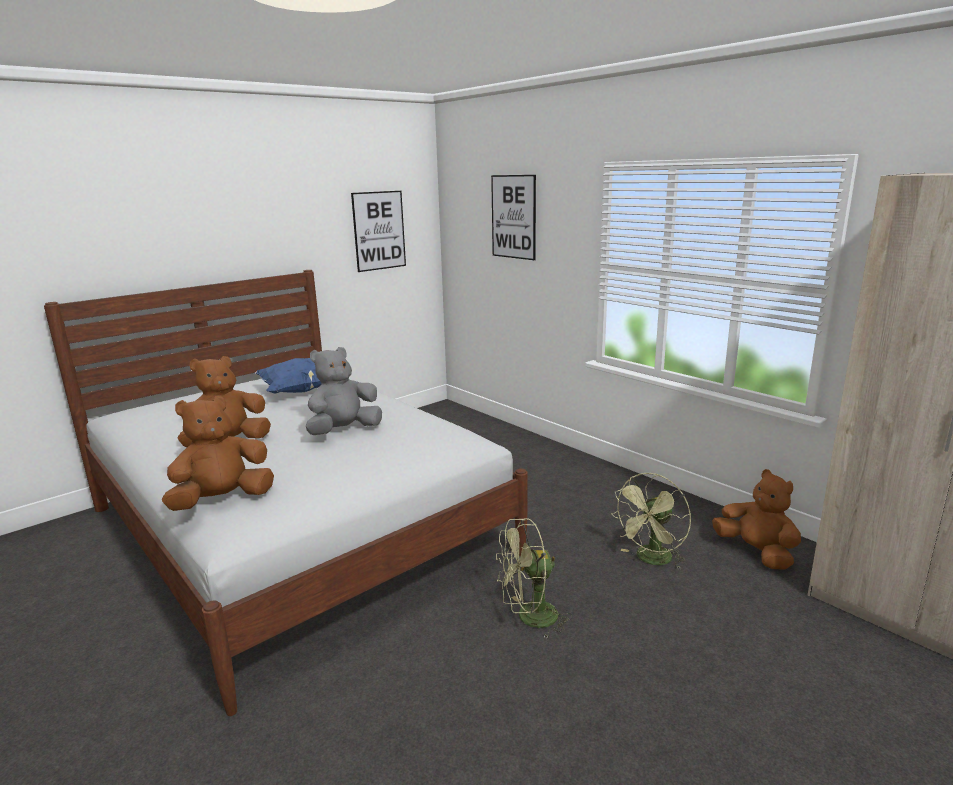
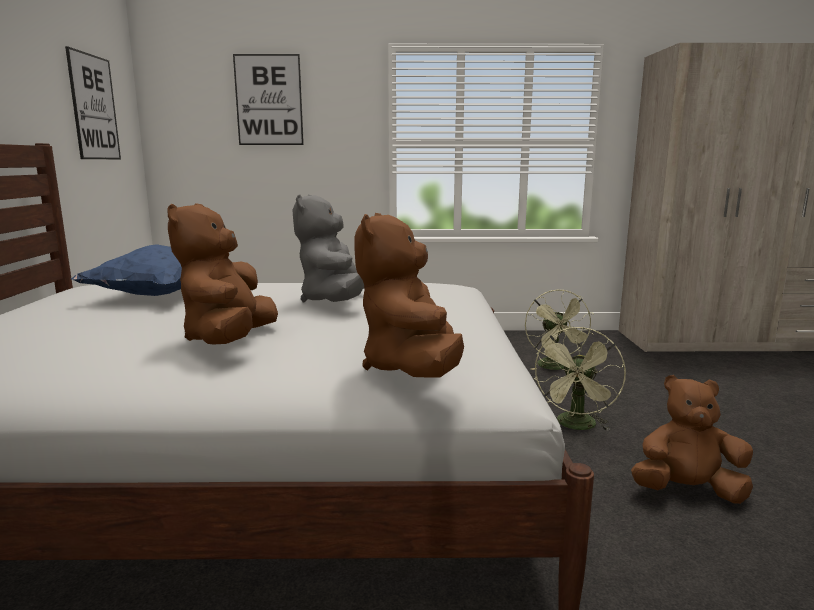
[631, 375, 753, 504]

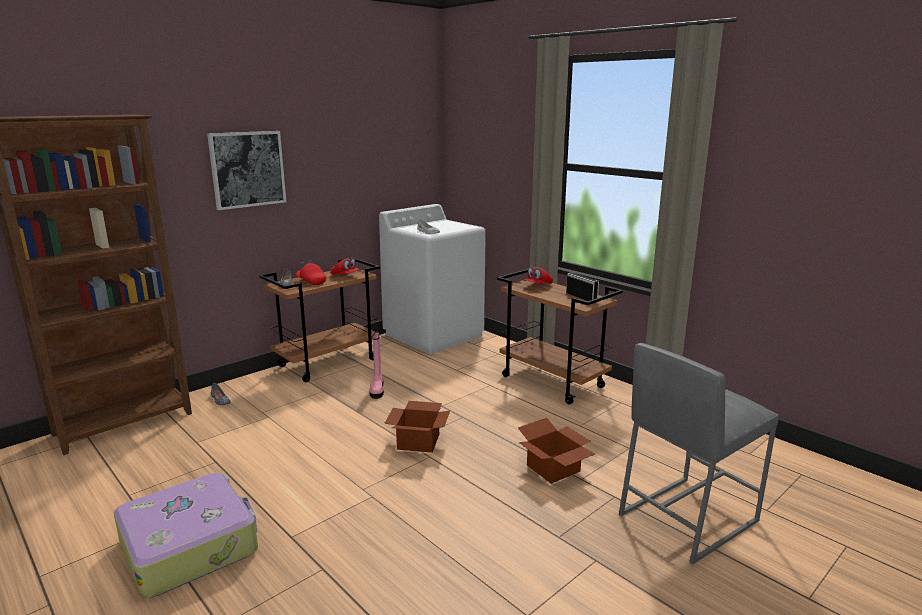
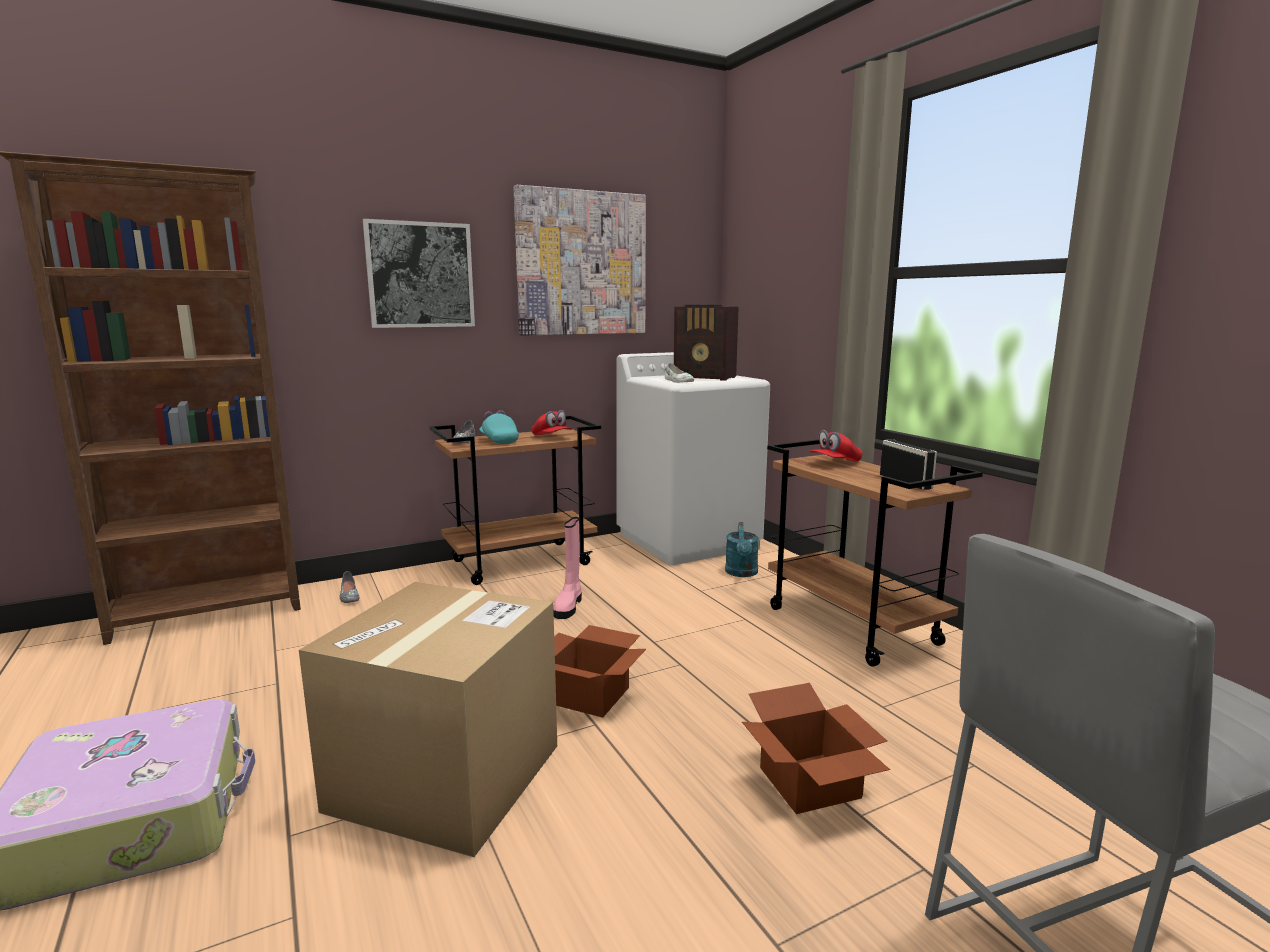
[299, 582, 557, 857]
[513, 185, 646, 336]
[674, 305, 739, 381]
[725, 522, 759, 577]
[479, 410, 519, 444]

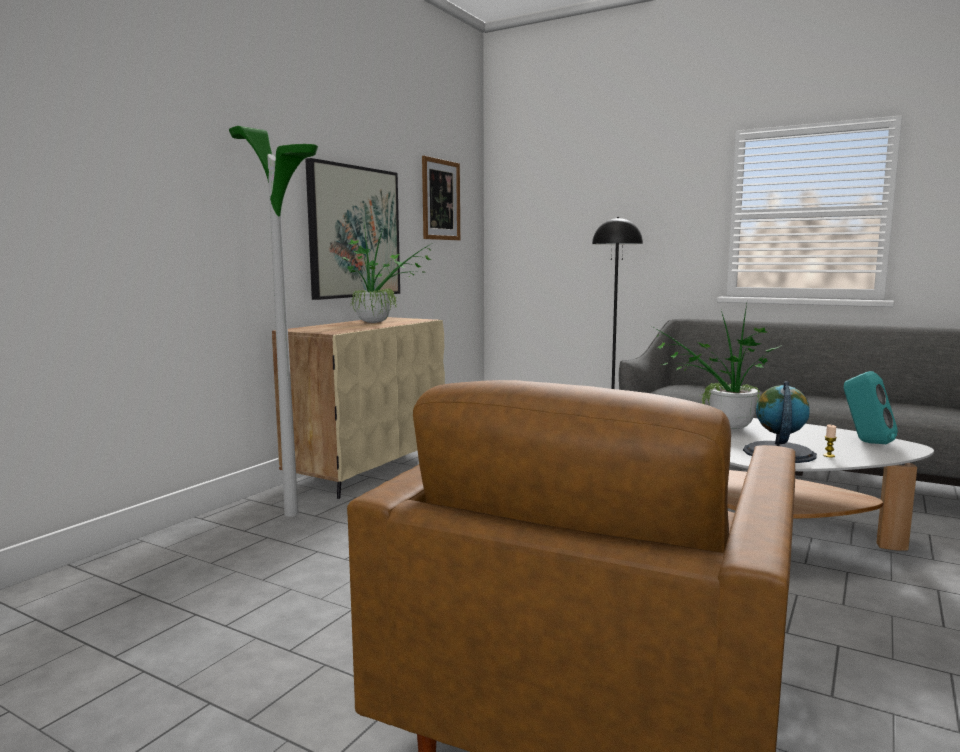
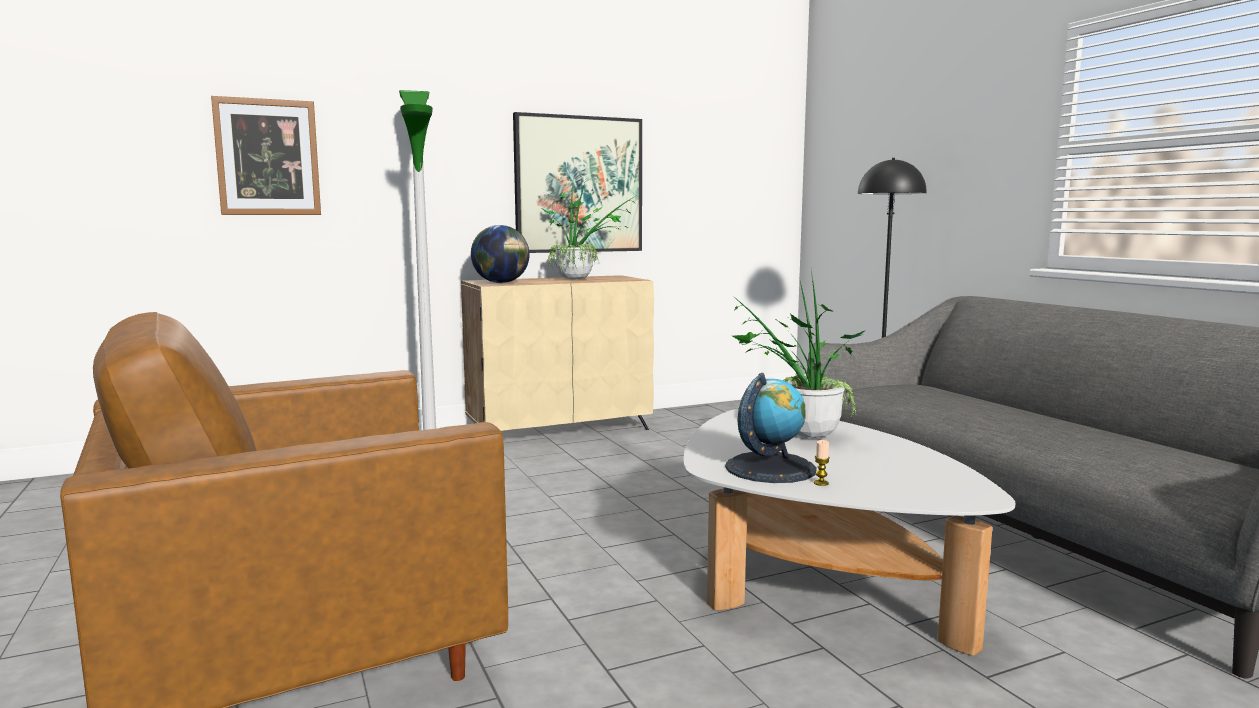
[844, 371, 898, 444] (first image)
[471, 225, 530, 283]
[211, 96, 321, 215]

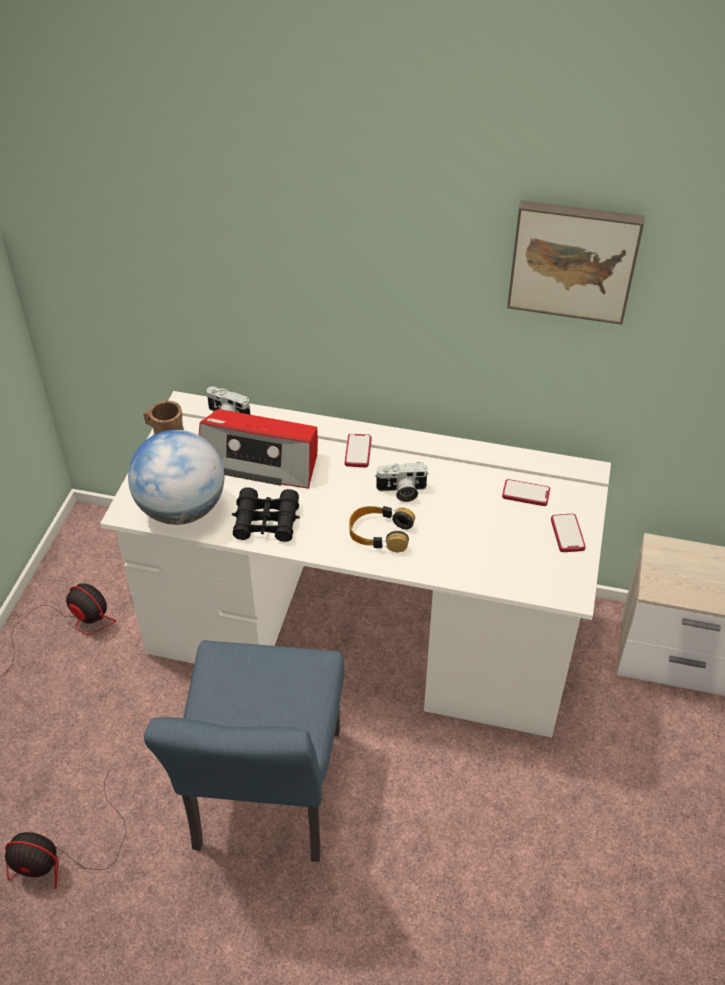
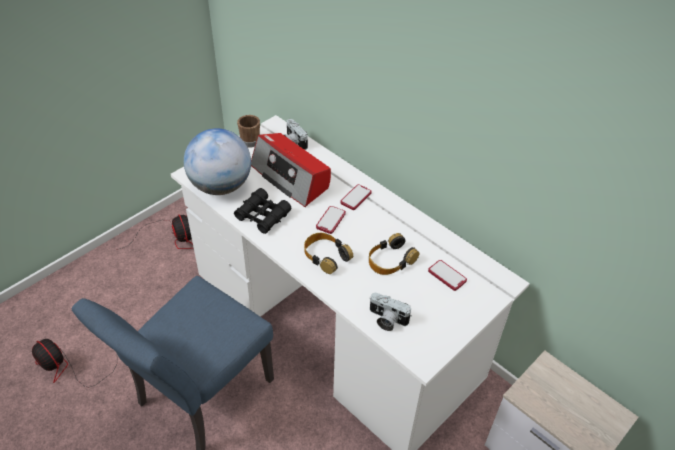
[507, 200, 645, 324] (first image)
[369, 233, 419, 275]
[370, 293, 411, 331]
[316, 206, 346, 234]

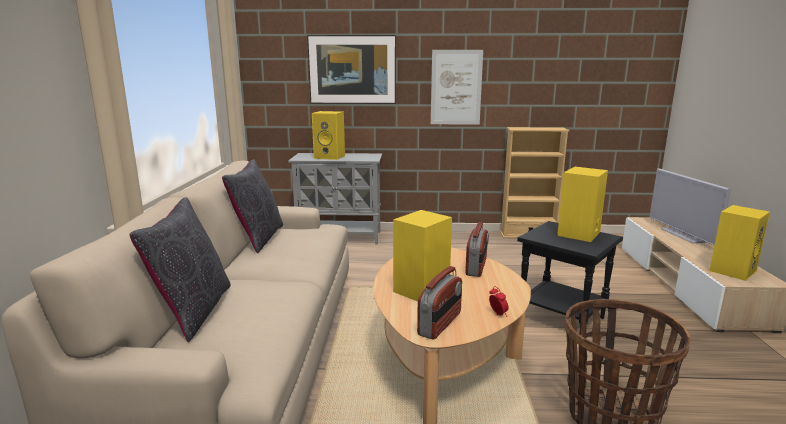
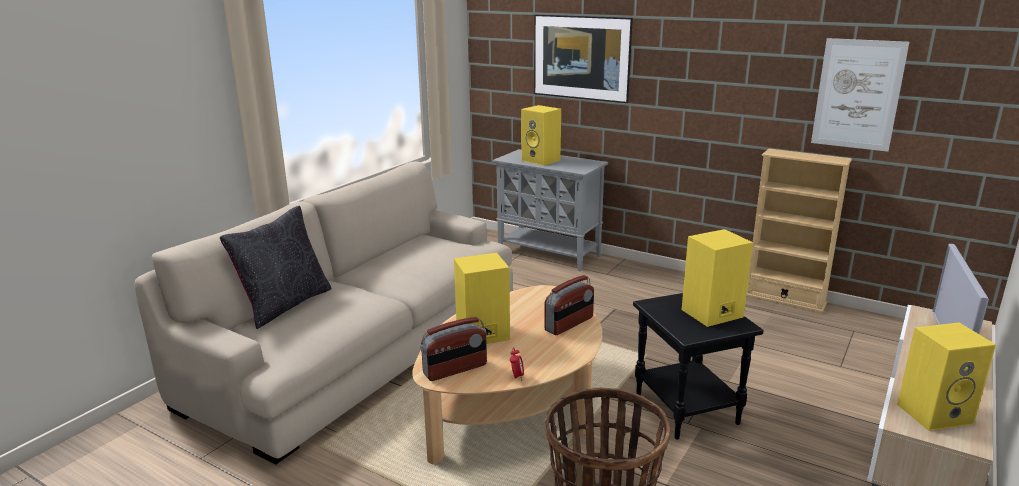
[222, 159, 283, 253] (first image)
[811, 38, 909, 152]

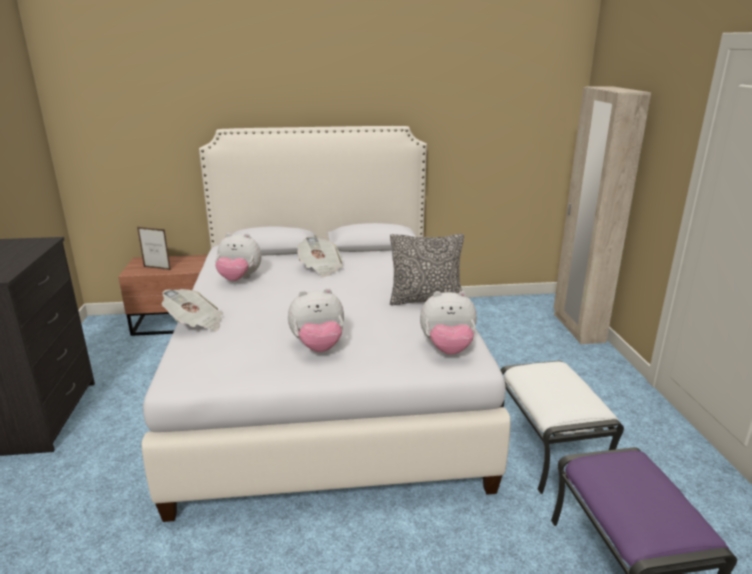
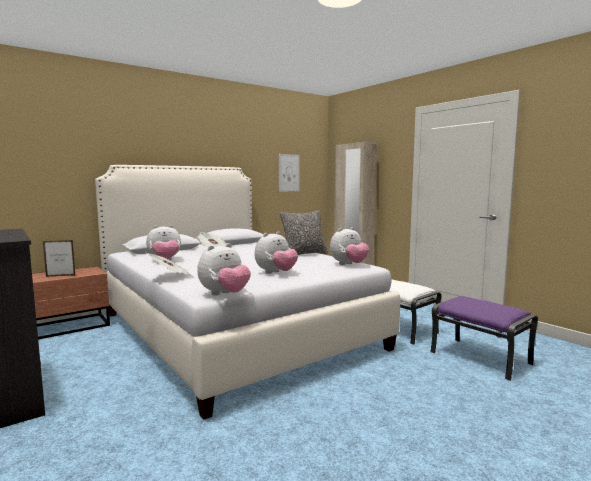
[197, 243, 251, 295]
[279, 154, 300, 192]

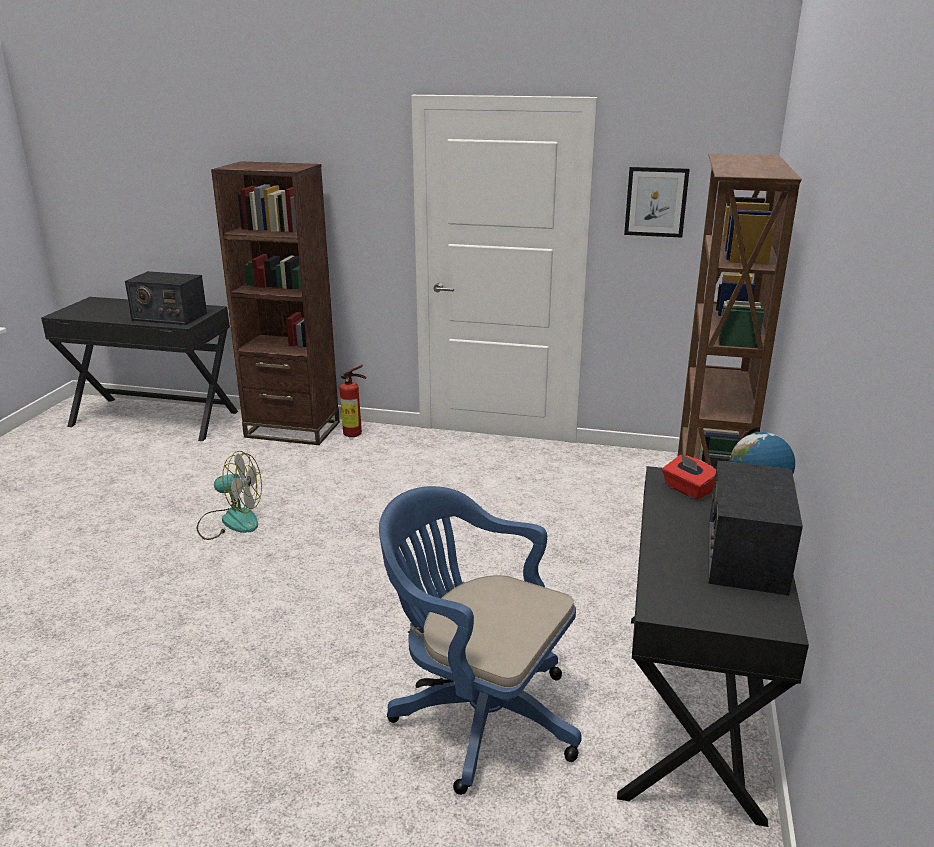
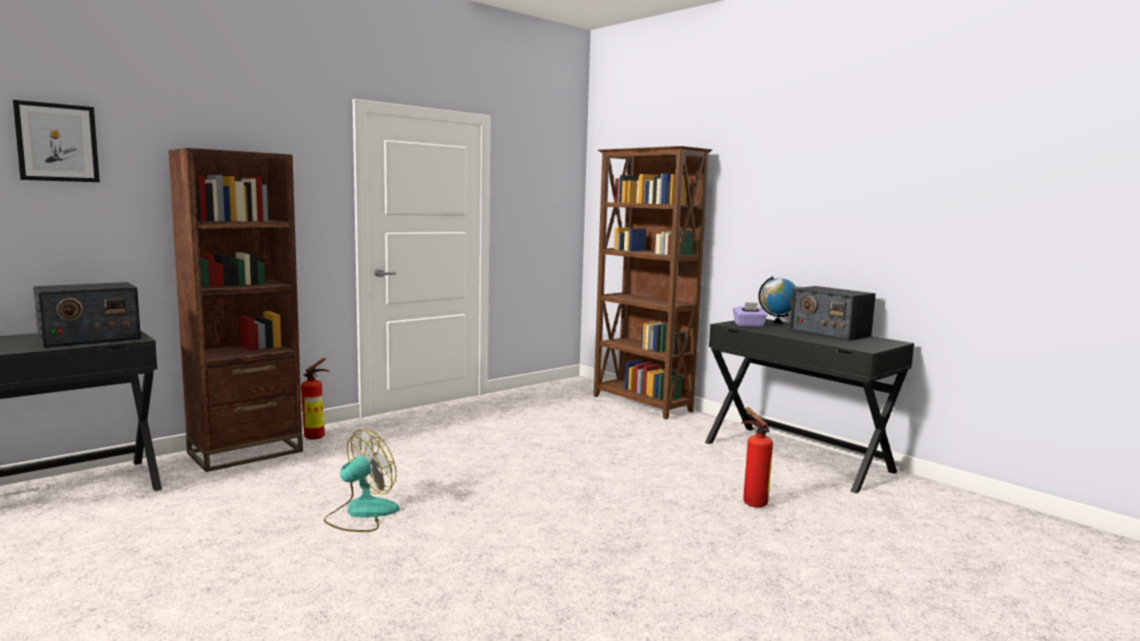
[13, 100, 100, 182]
[741, 407, 773, 507]
[733, 302, 767, 327]

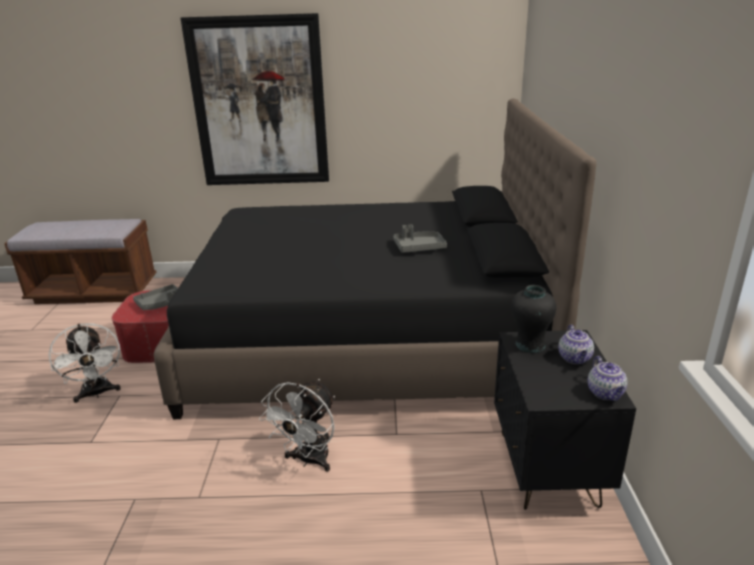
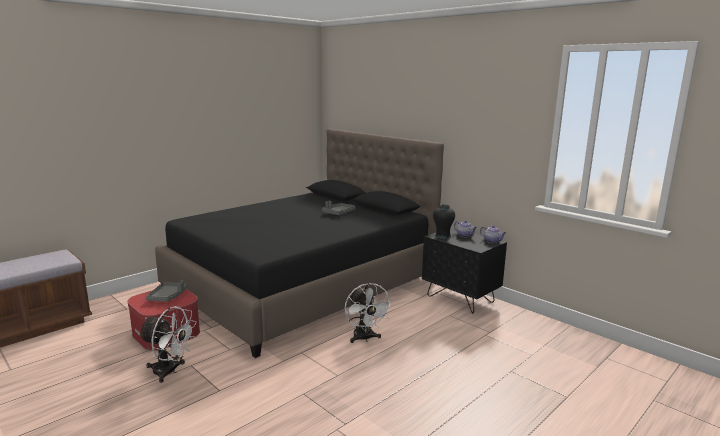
[180, 13, 329, 185] (first image)

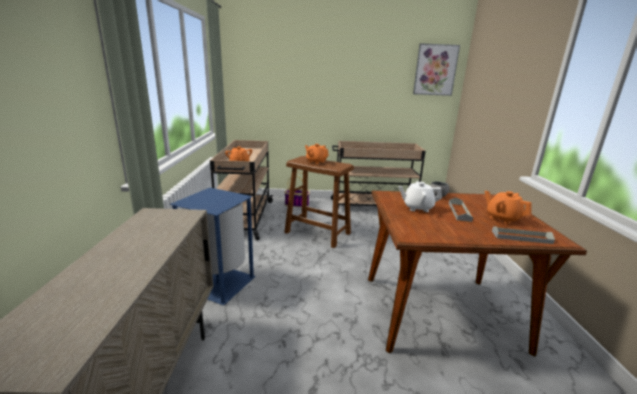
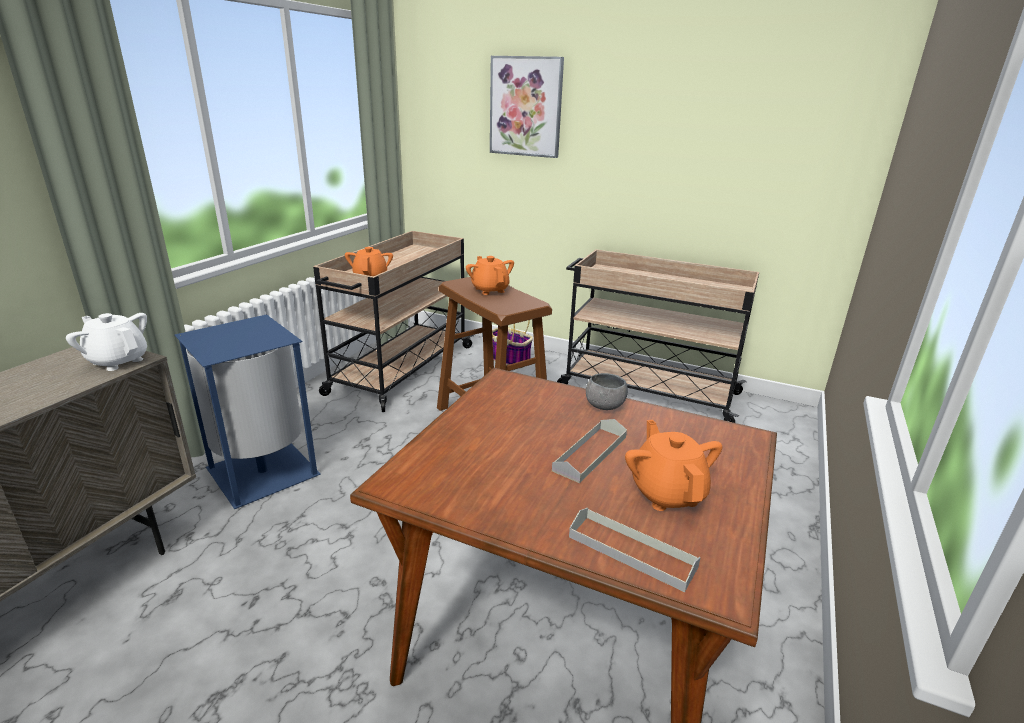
[66, 313, 147, 371]
[490, 56, 564, 158]

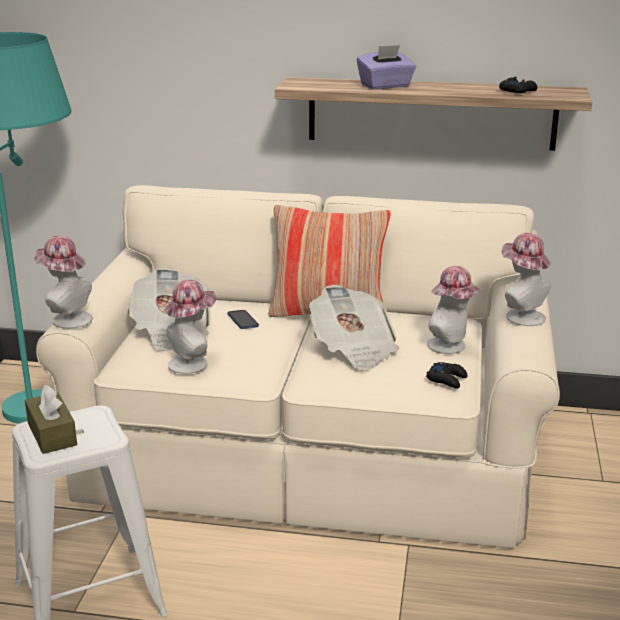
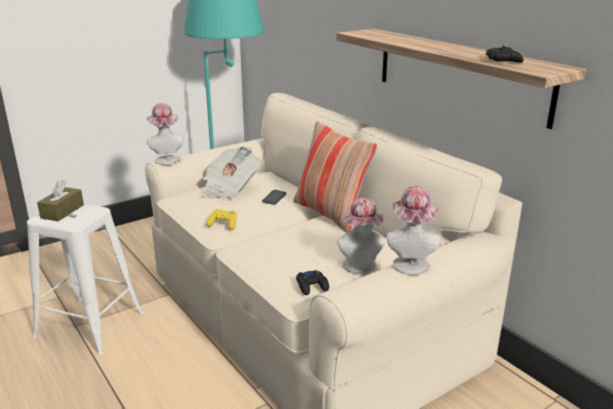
[165, 280, 216, 374] (first image)
[309, 285, 399, 371] (first image)
[357, 45, 416, 89] (first image)
[206, 209, 237, 230]

